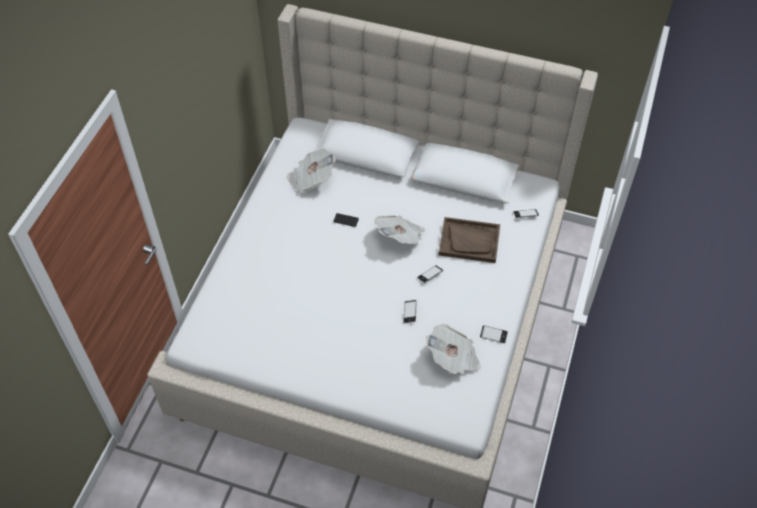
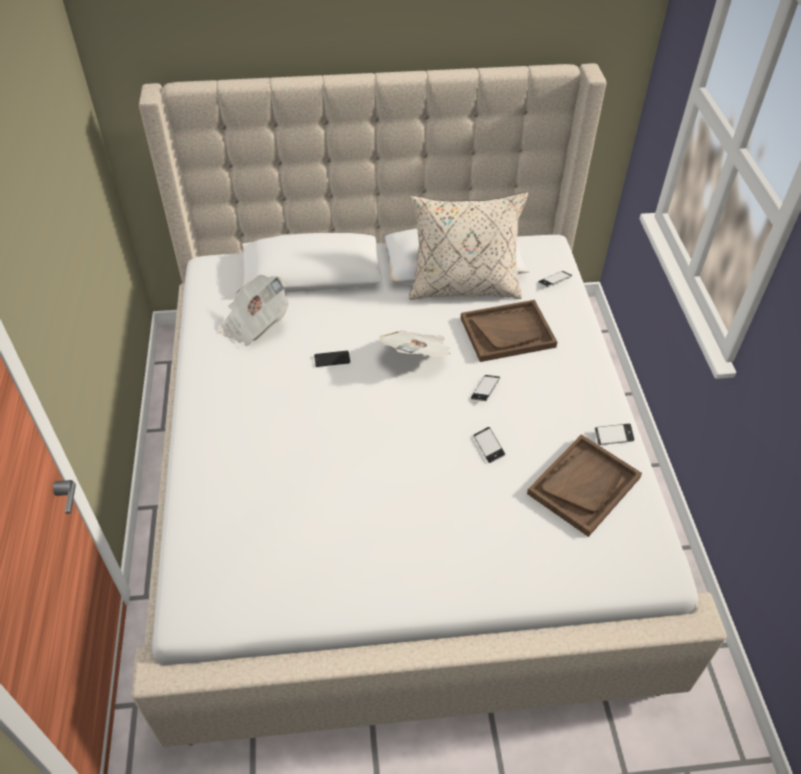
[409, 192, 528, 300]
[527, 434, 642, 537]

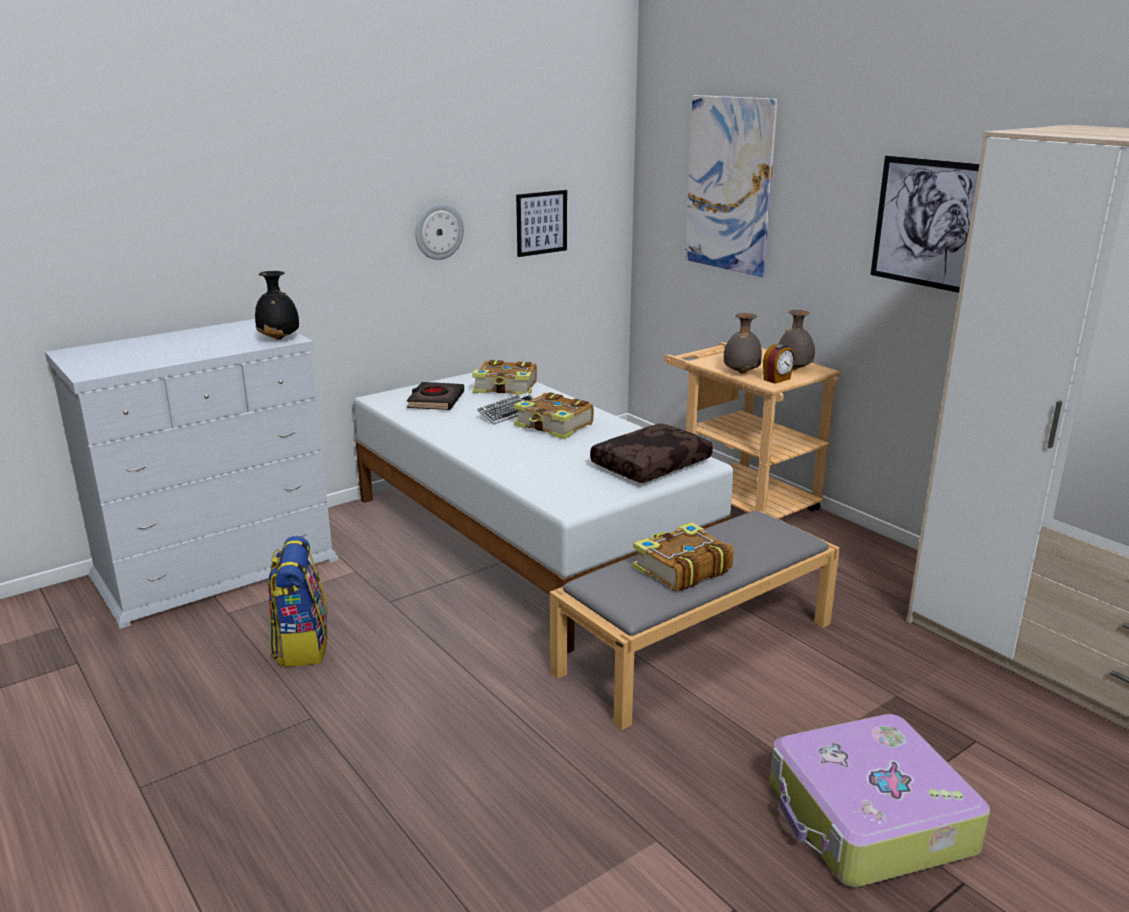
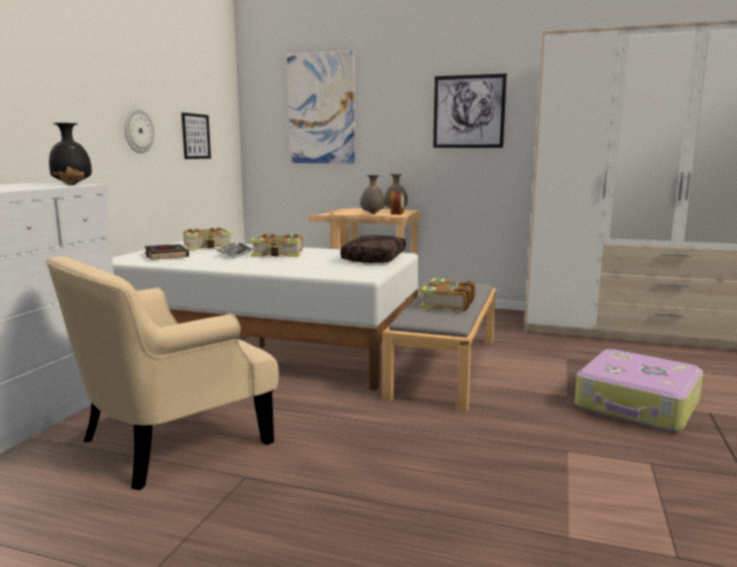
[46, 256, 279, 490]

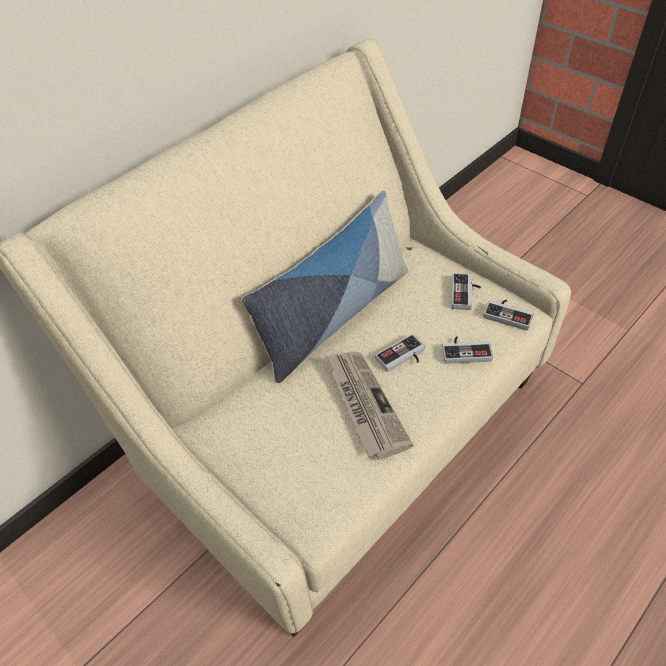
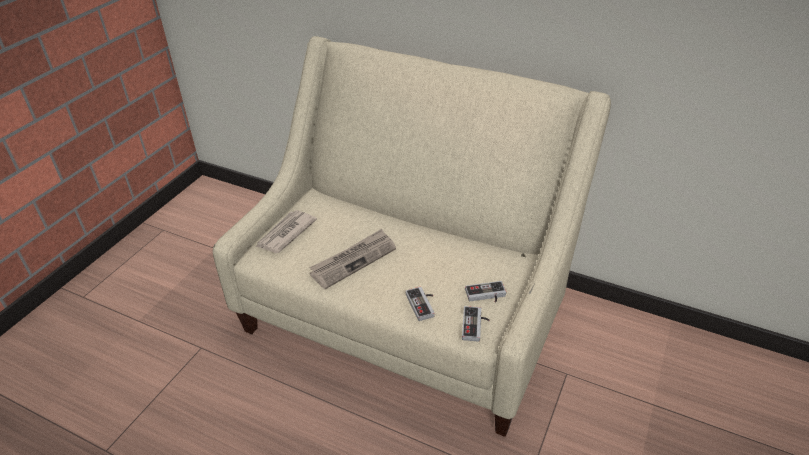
[241, 191, 408, 383] (first image)
[375, 334, 425, 372] (first image)
[256, 210, 317, 253]

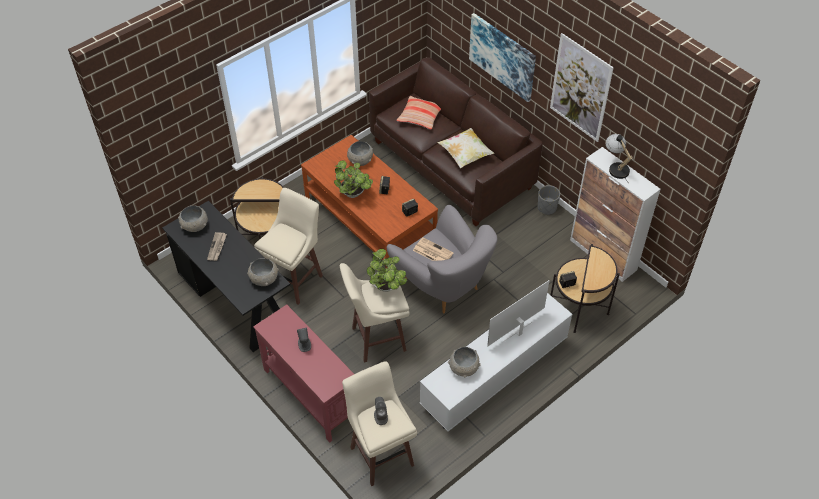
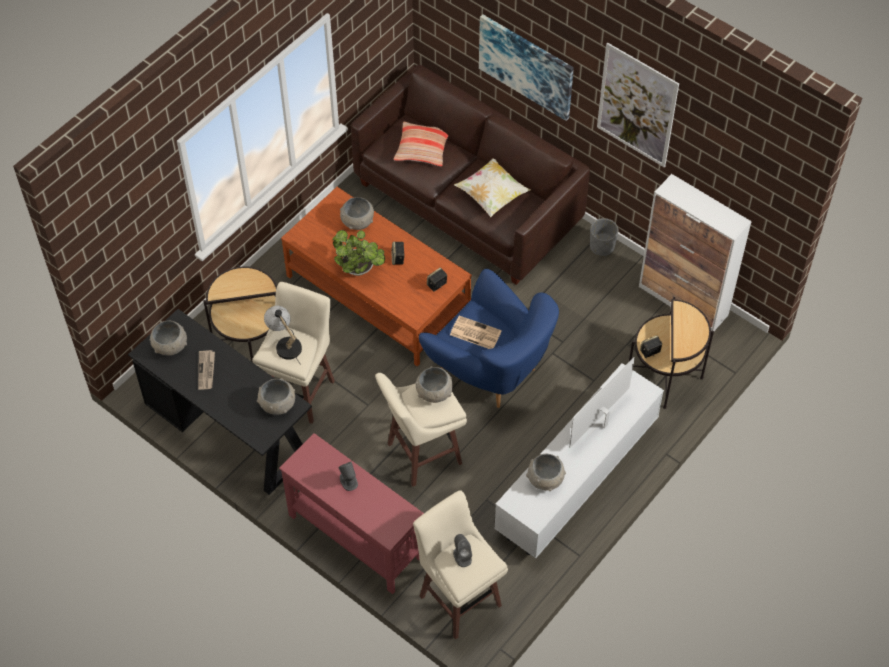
[264, 306, 302, 365]
[416, 366, 453, 403]
[419, 269, 559, 408]

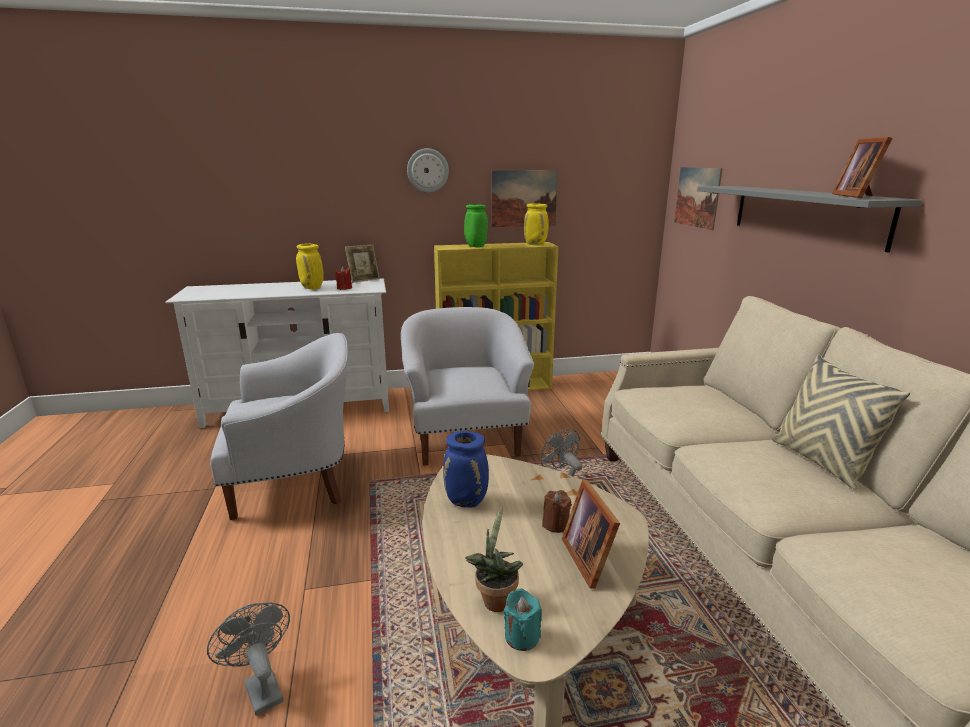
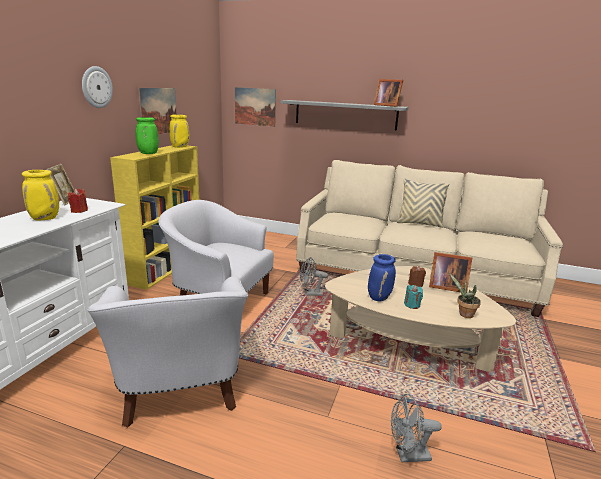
[404, 285, 423, 309]
[87, 277, 249, 428]

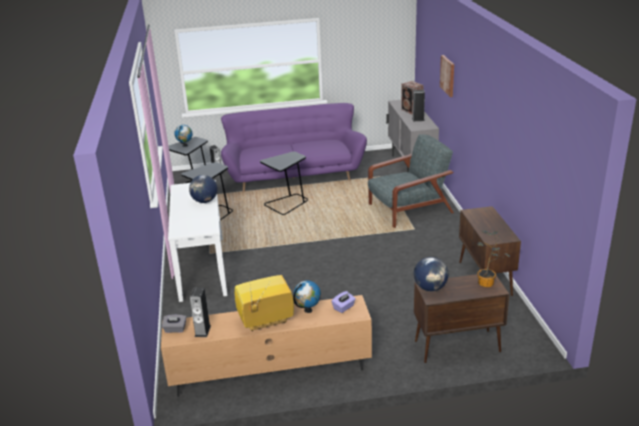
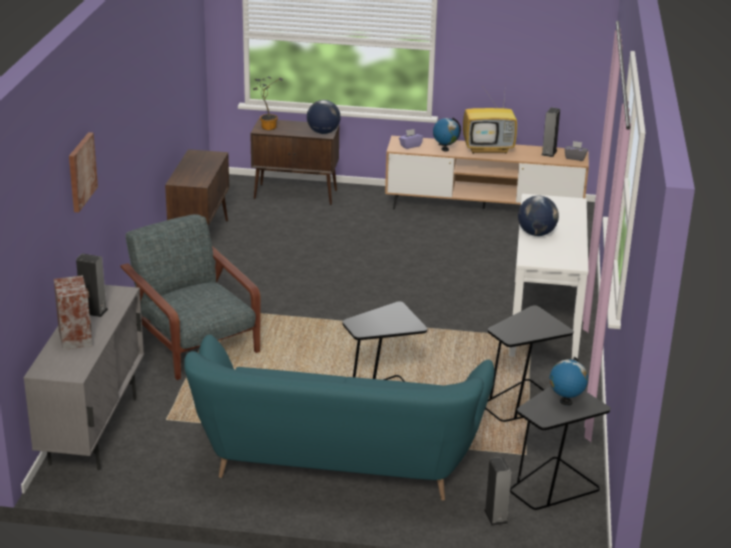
[184, 334, 495, 500]
[120, 214, 261, 380]

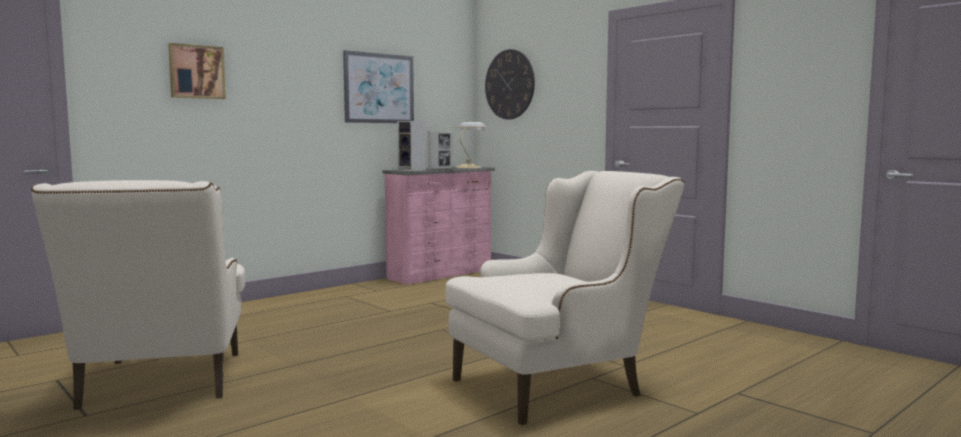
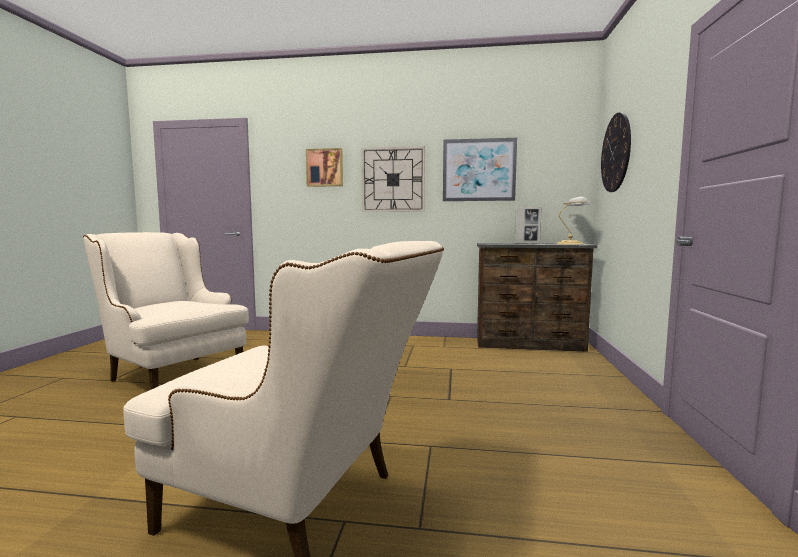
[397, 121, 425, 171] (first image)
[361, 146, 425, 212]
[477, 243, 597, 352]
[83, 232, 249, 389]

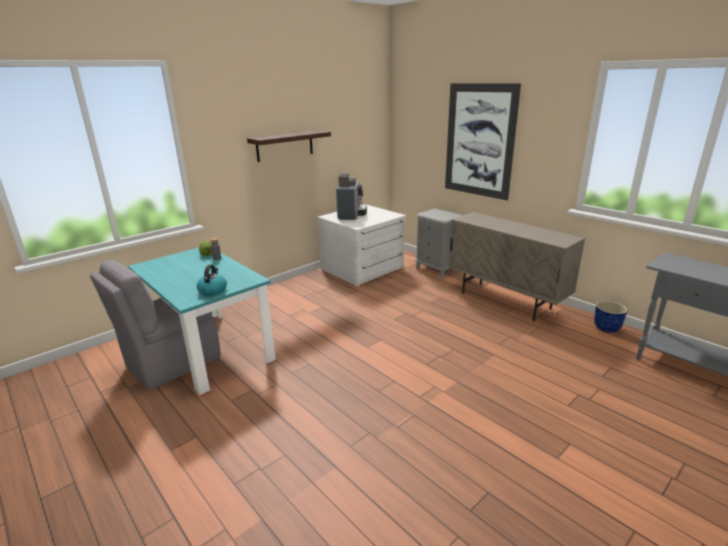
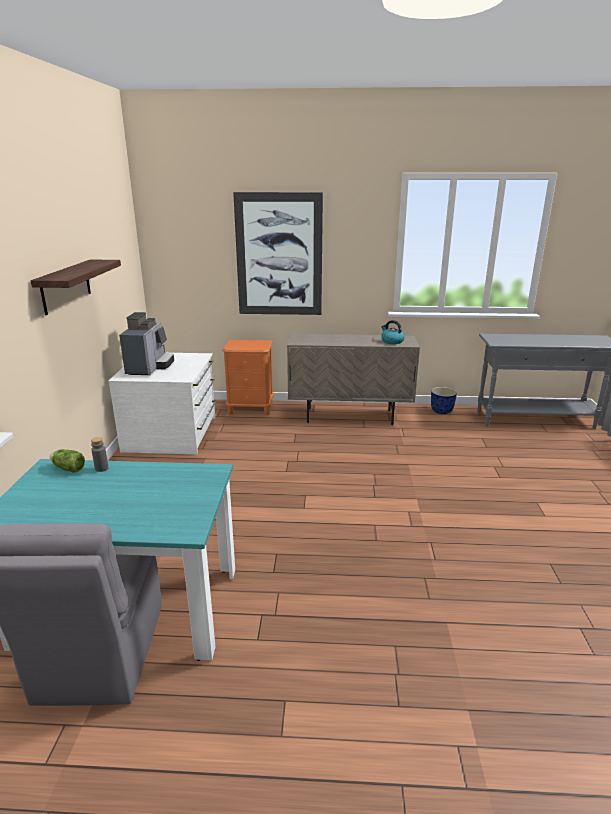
[381, 320, 404, 344]
[222, 340, 274, 416]
[119, 312, 174, 375]

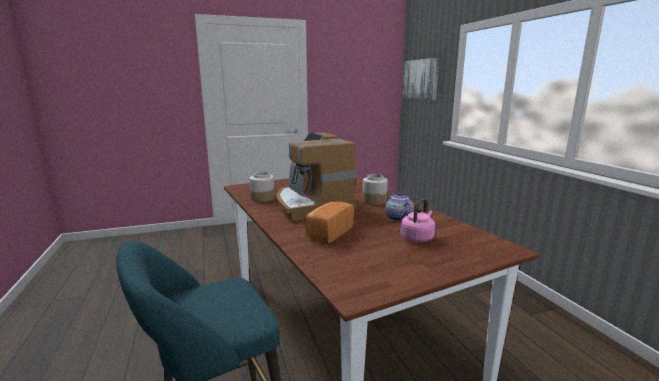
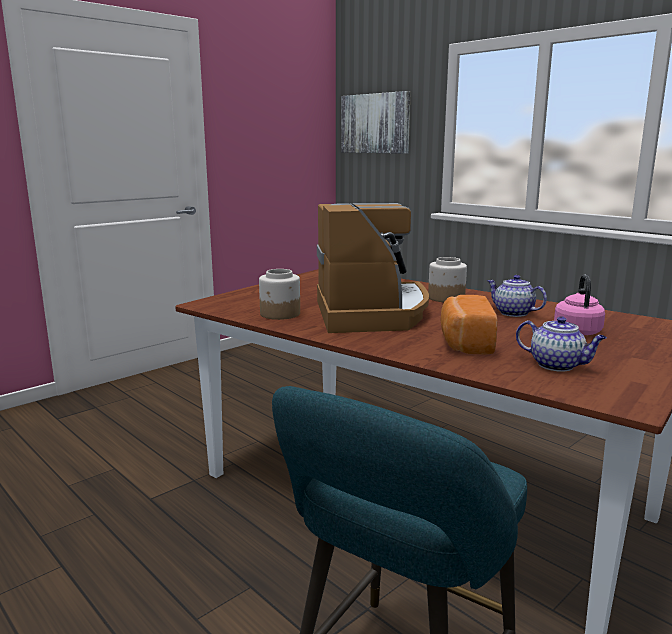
[516, 316, 607, 372]
[317, 203, 429, 333]

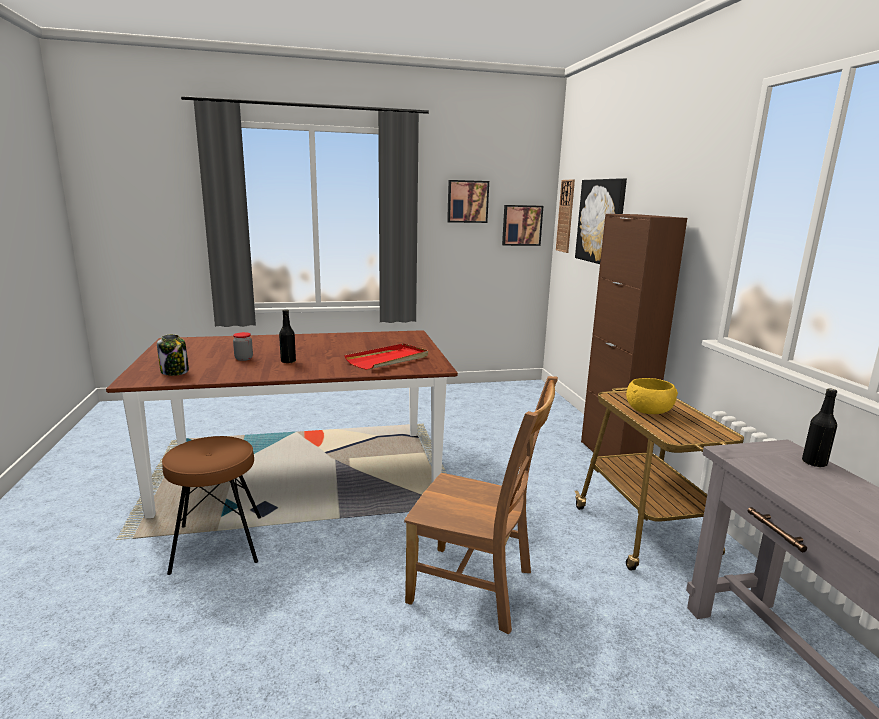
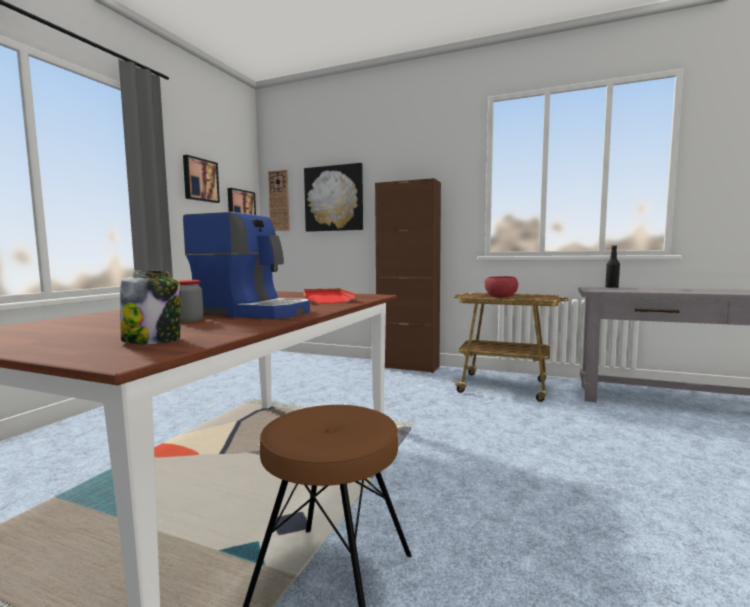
[404, 376, 558, 635] (first image)
[183, 212, 310, 319]
[485, 276, 518, 298]

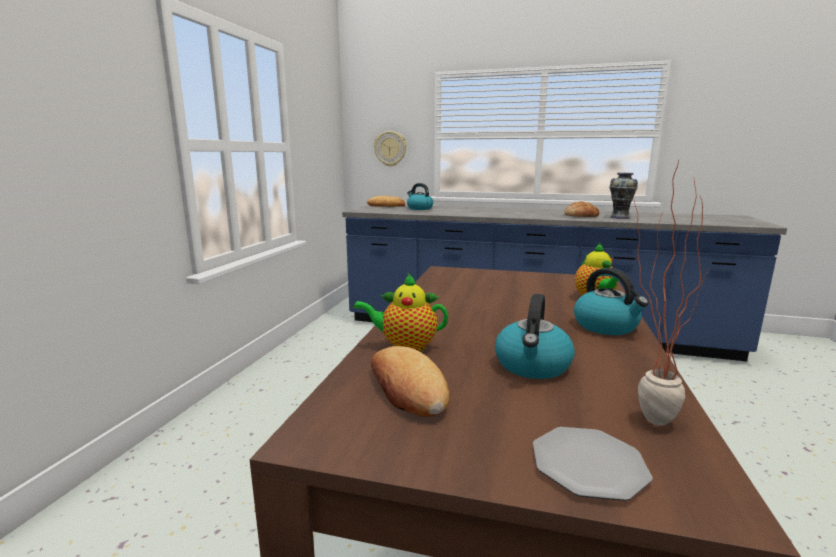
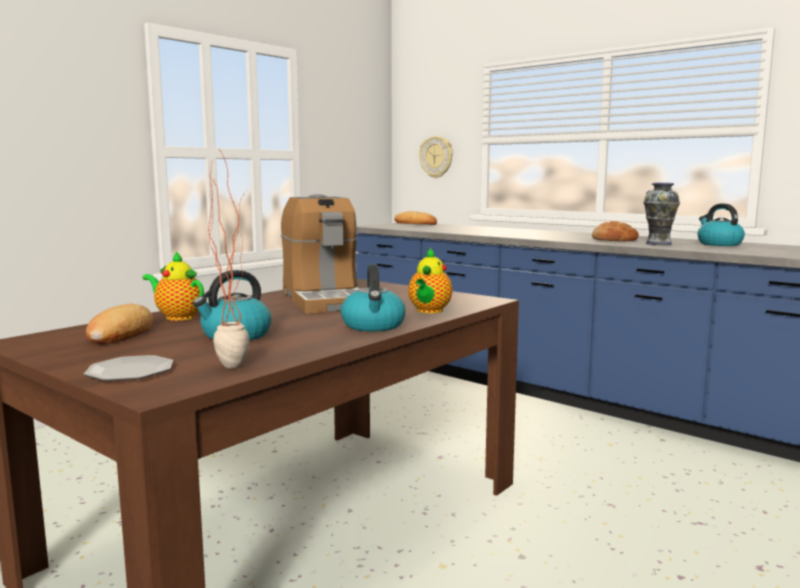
[281, 194, 360, 314]
[697, 203, 745, 246]

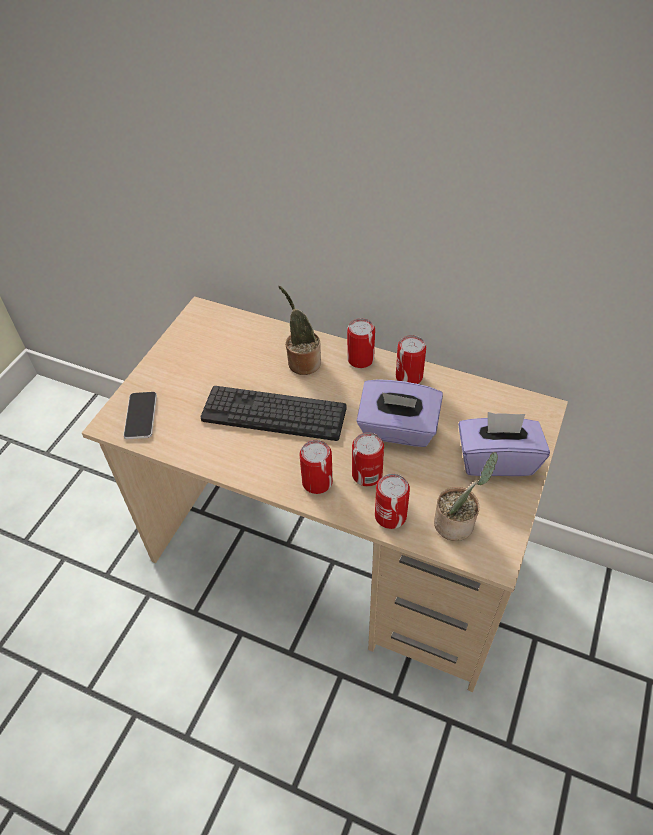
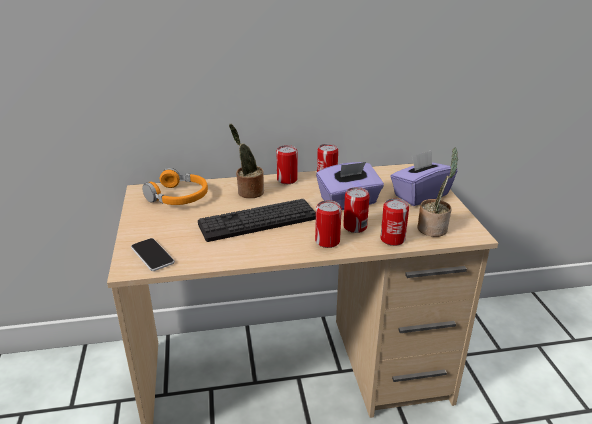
[142, 168, 208, 205]

